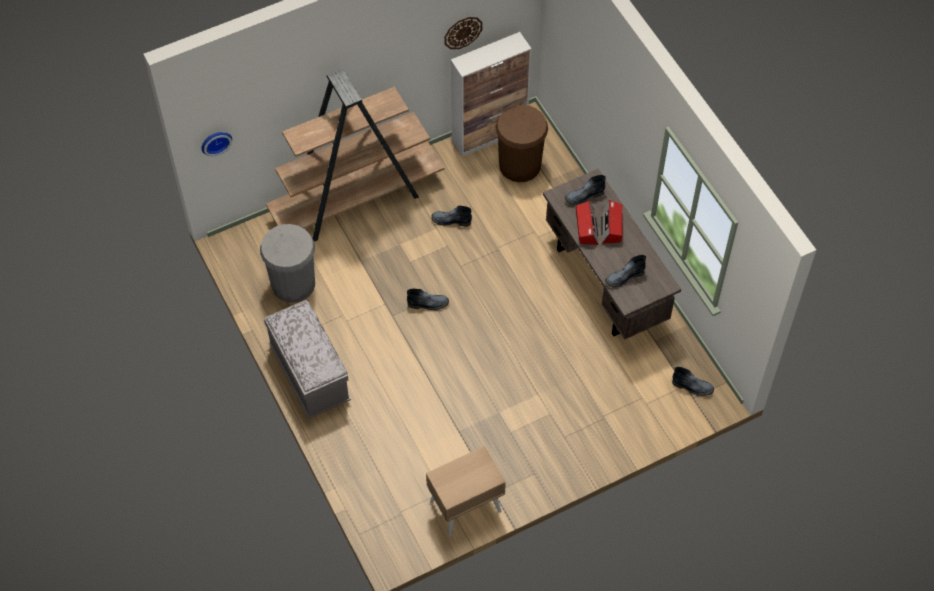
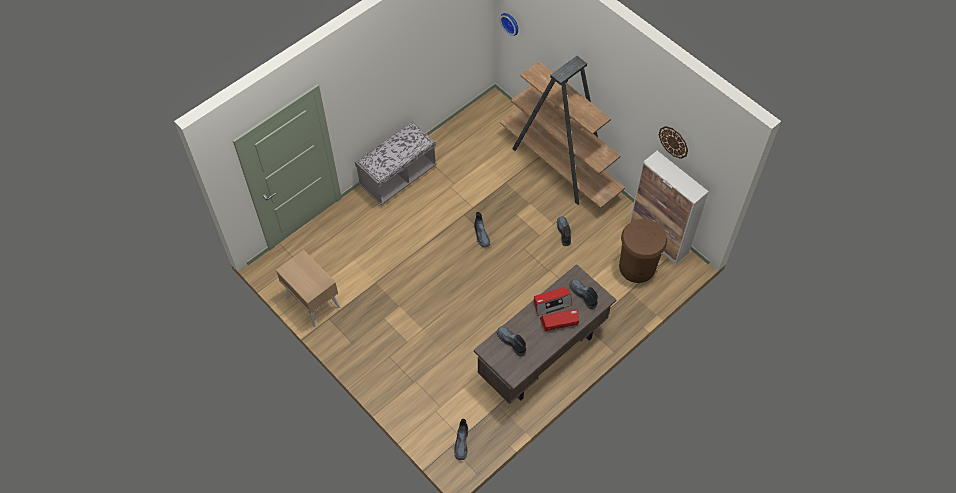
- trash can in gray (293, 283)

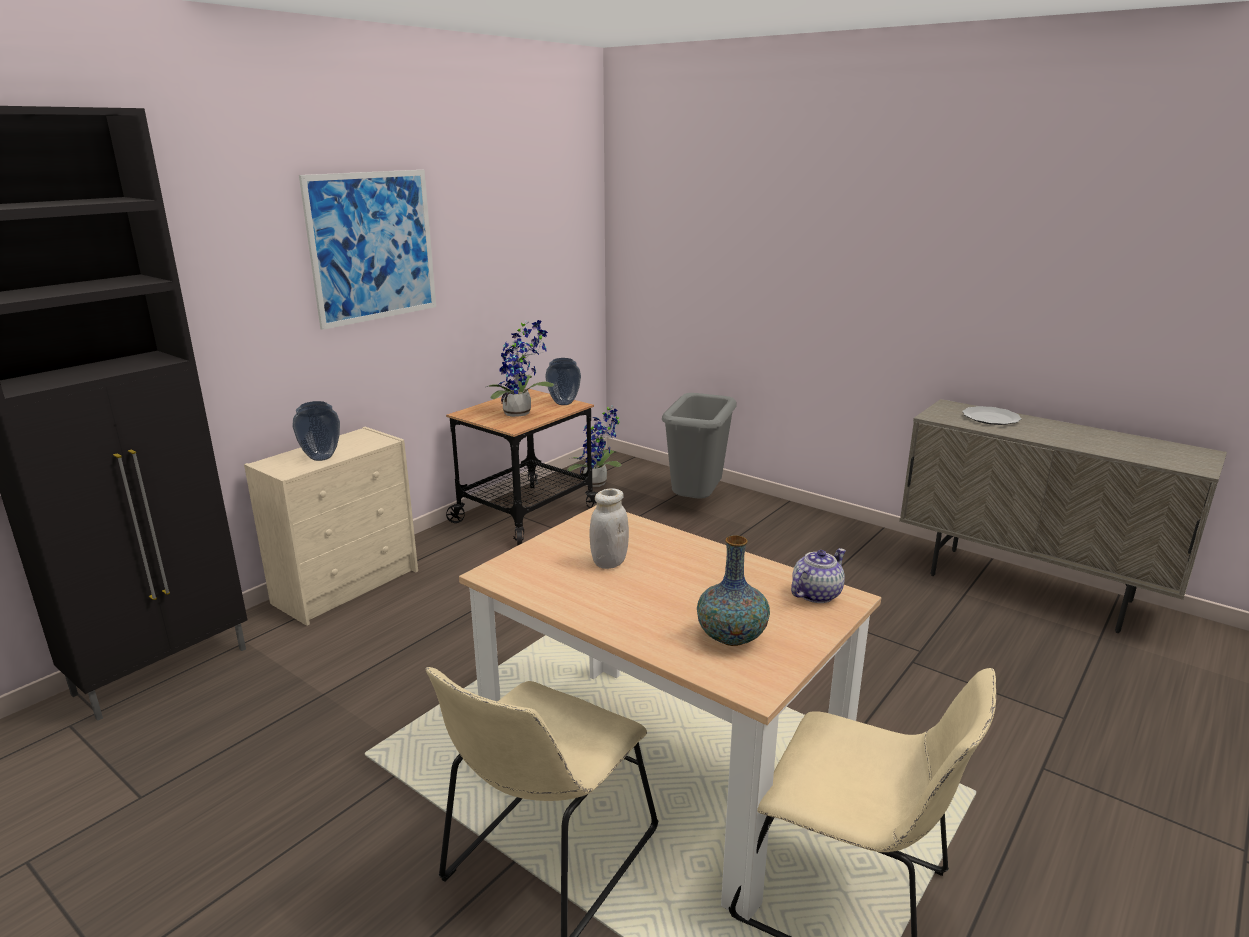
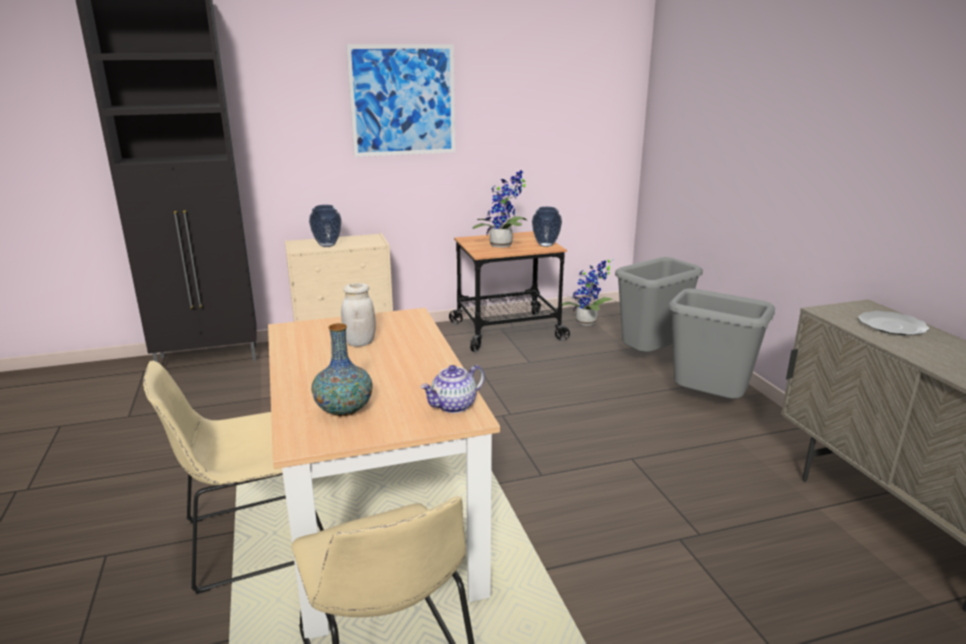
~ pot for tea (816, 594) = (454, 406) 150 degrees clockwise
+ trash can in gray (708, 403)

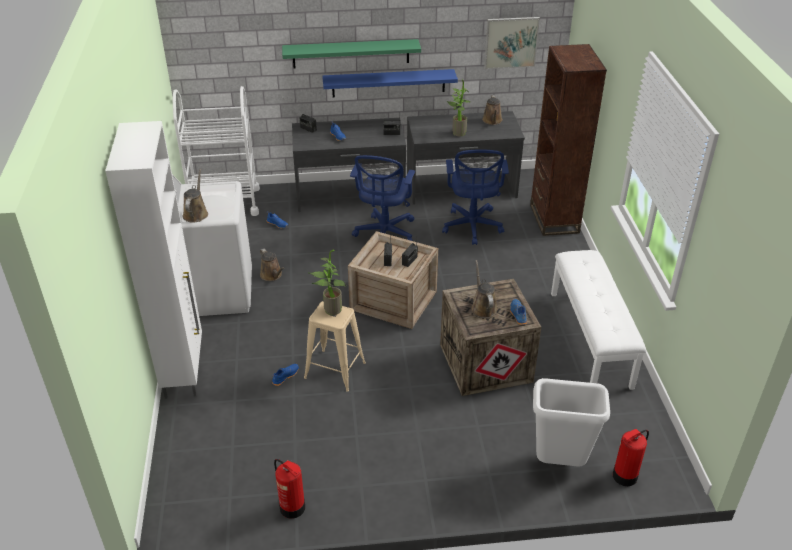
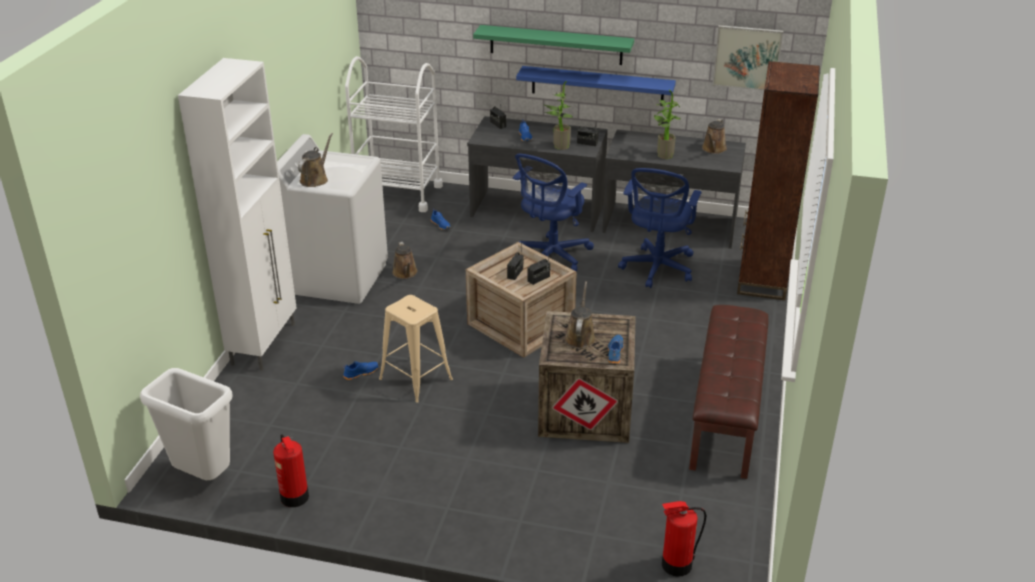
~ potted plant (330, 310) to (559, 146)
~ trash can in white (559, 464) to (202, 477)
~ indoor bench in white (591, 338) to indoor bench in brownish (727, 414)

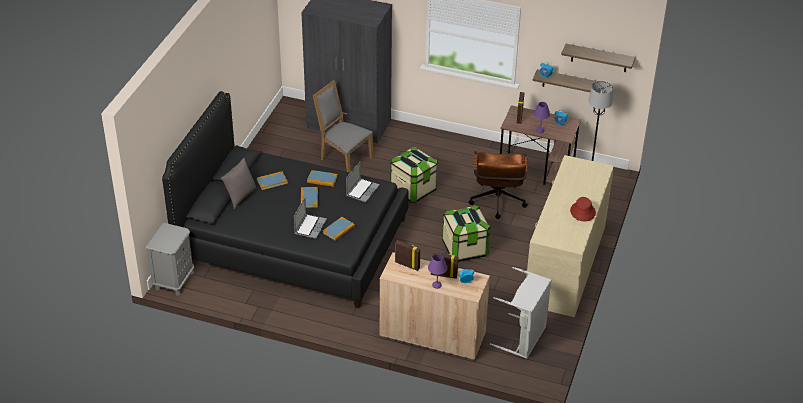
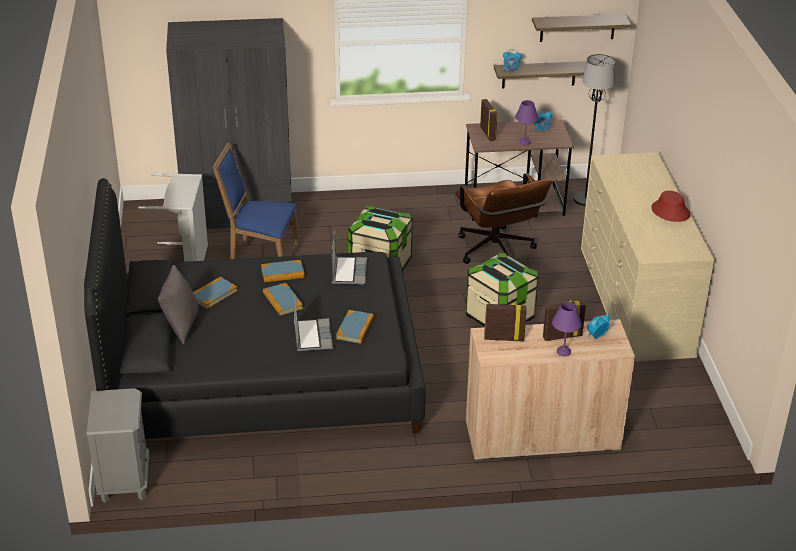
~ plain chair in gray (343, 158) to plain chair in blue (260, 253)
~ hamper in gray (523, 338) to (186, 262)

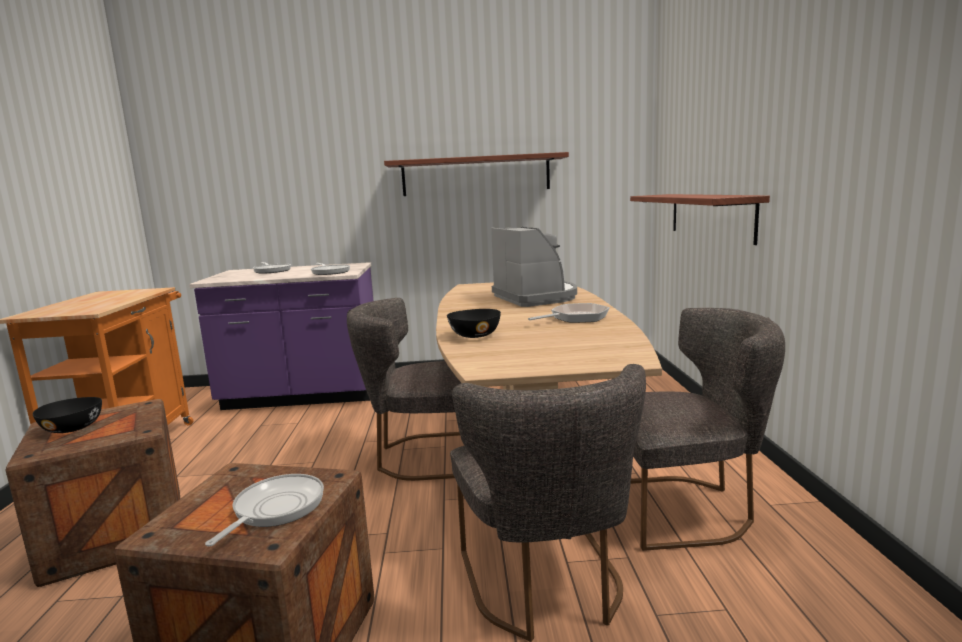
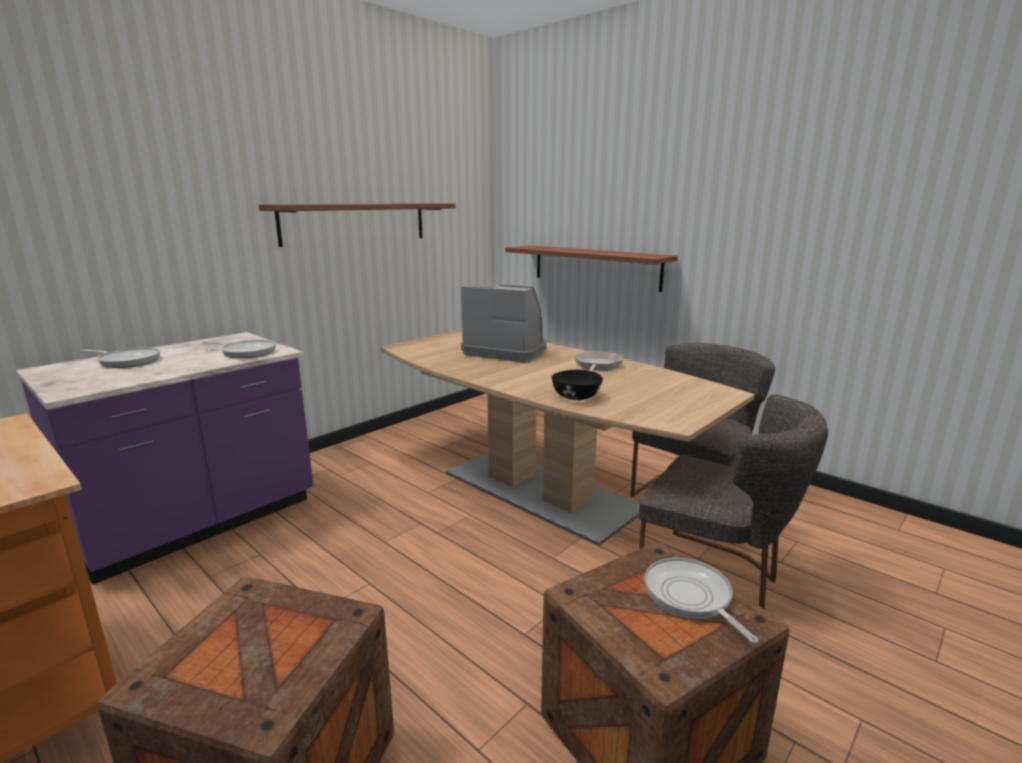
- bowl in blackish (74, 428)
- plain chair in gray (422, 456)

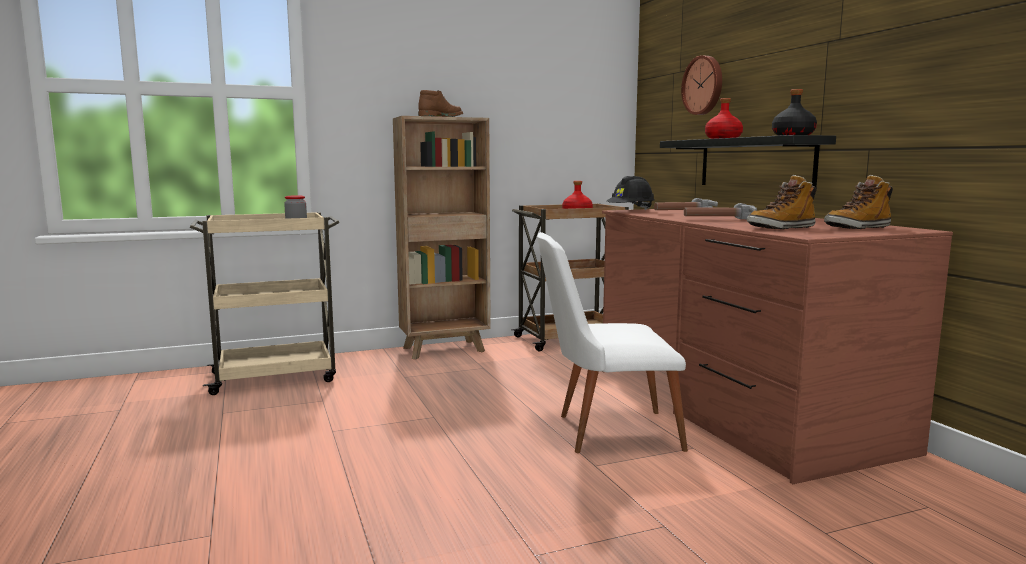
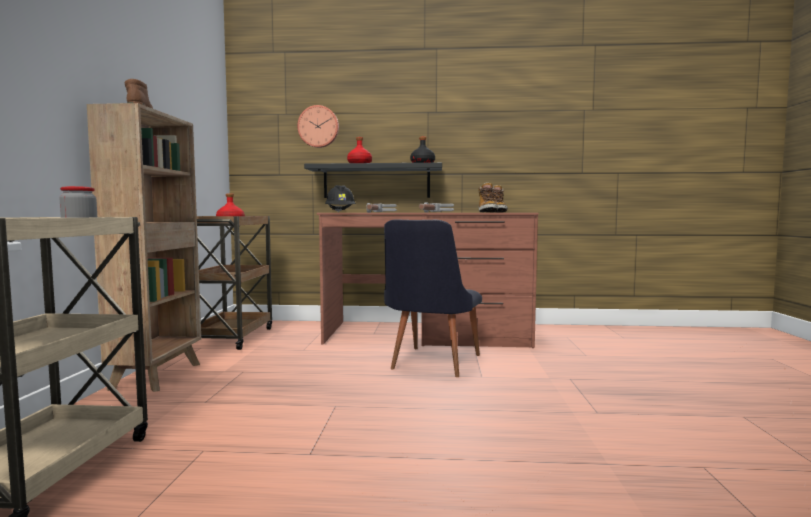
~ plain chair in white (605, 431) to plain chair in blackish (431, 364)

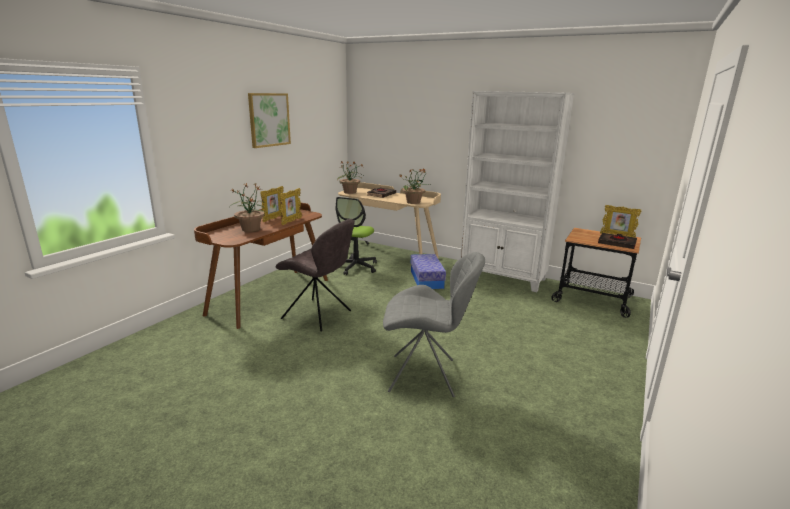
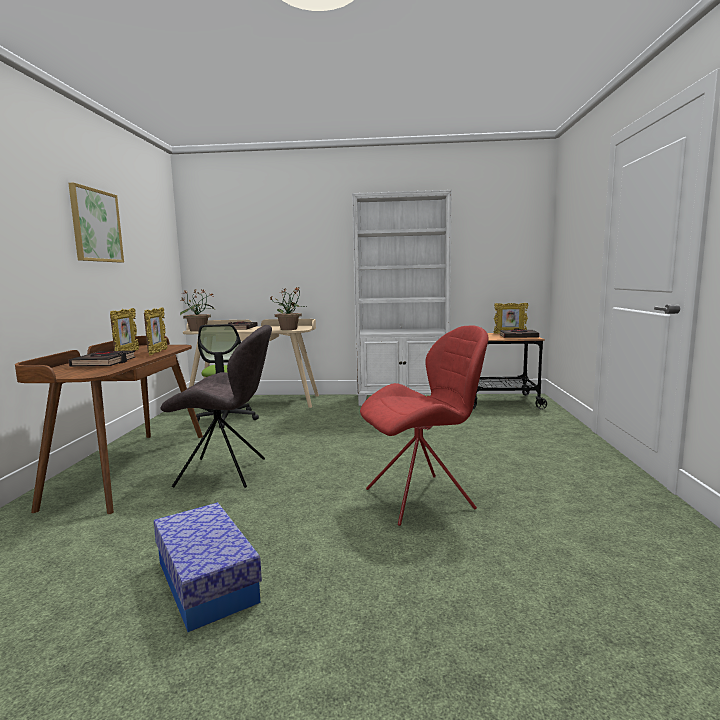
~ potted plant (250, 229) to volume in blackish (104, 363)
~ plain chair in gray (425, 376) to plain chair in red (423, 498)
~ storage box (426, 279) to (206, 581)

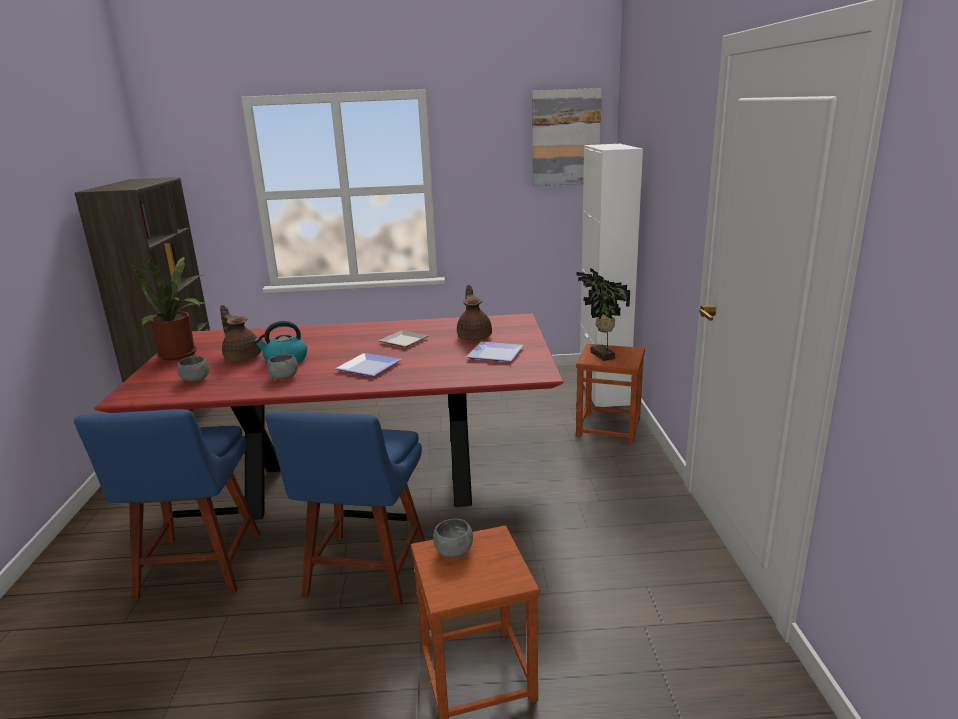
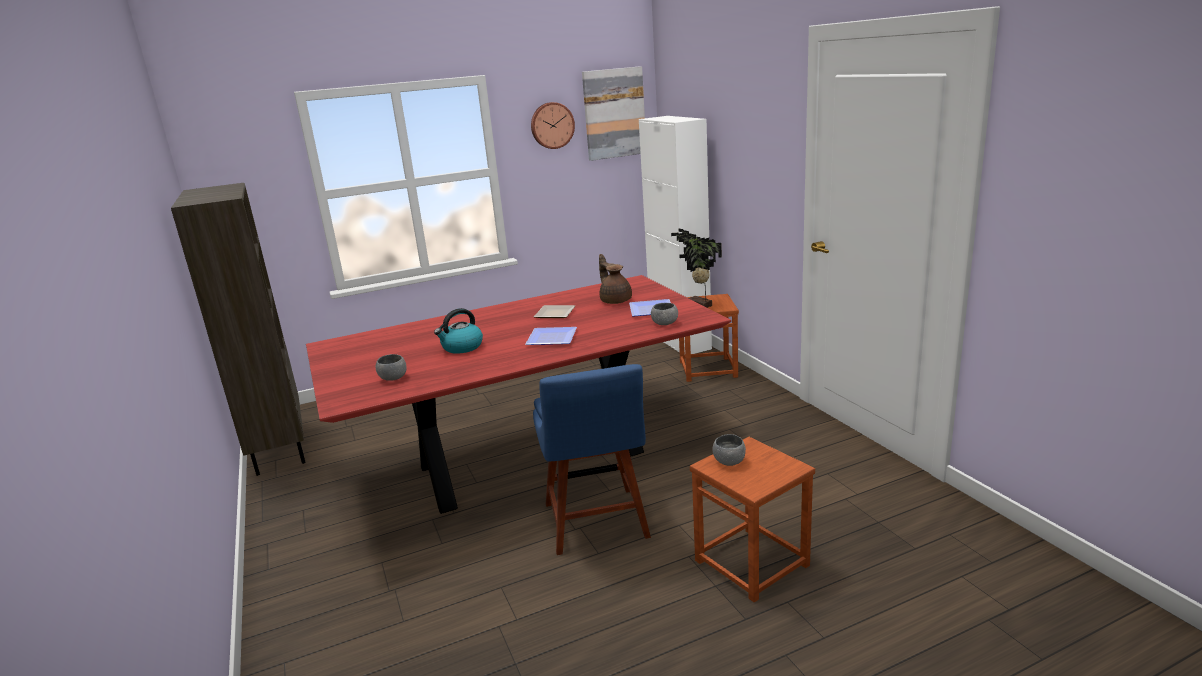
- plain chair in blue (197, 569)
- potted plant (182, 354)
- pot for tea in brownish (242, 357)
~ bowl in gray (284, 377) to (664, 323)
+ clock on the wall (552, 125)

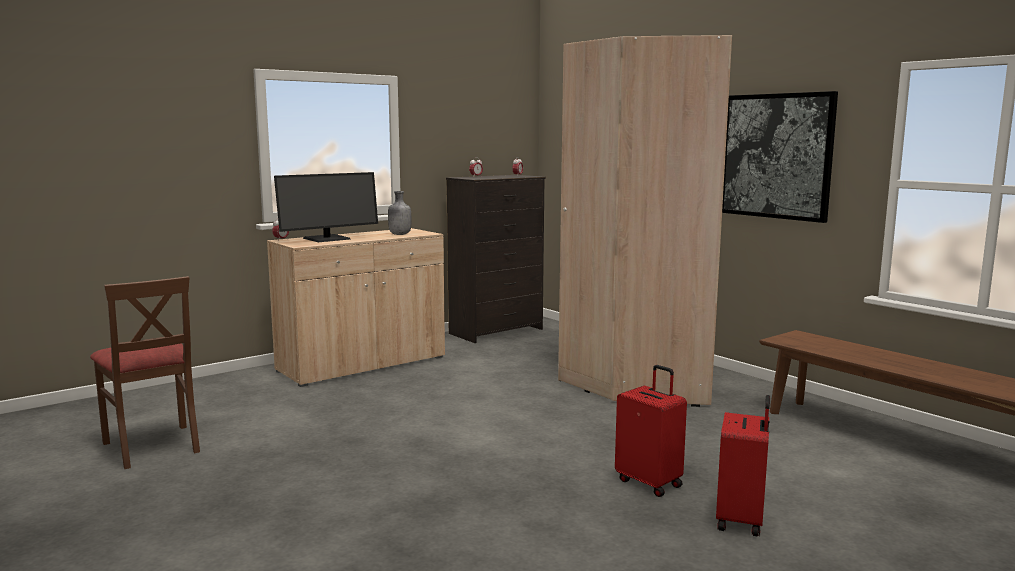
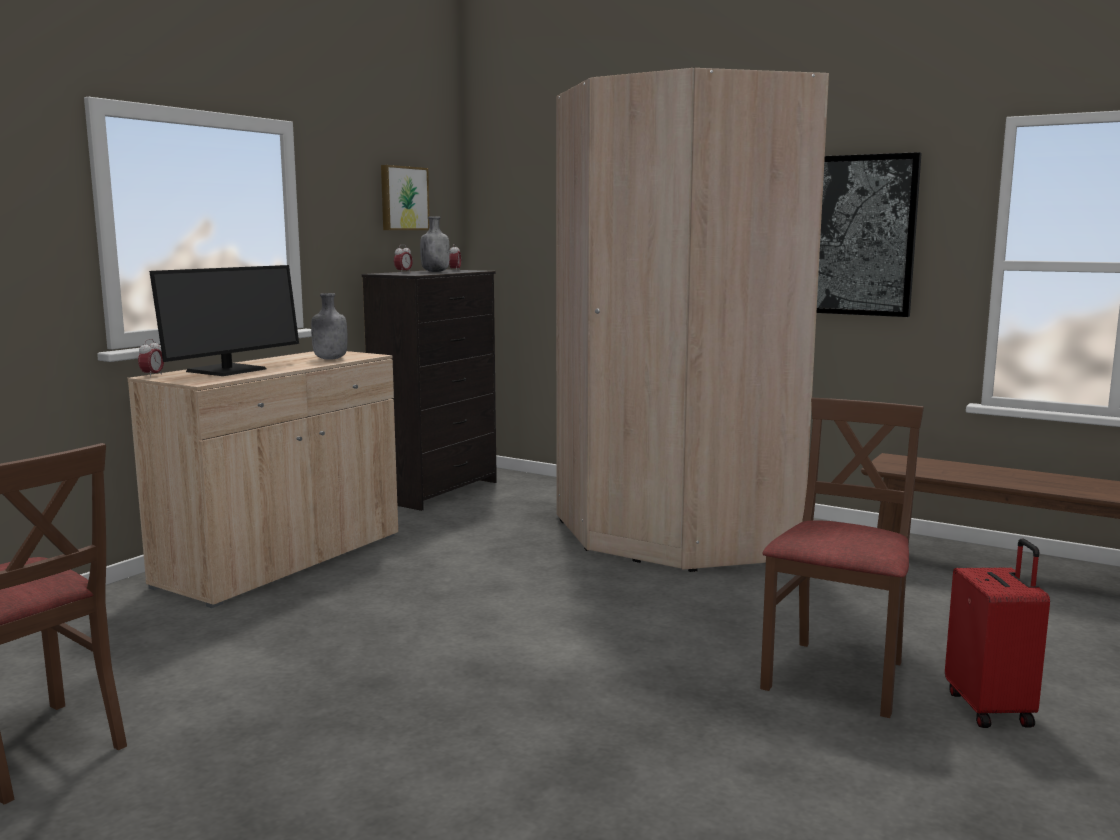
~ travel case in red (650, 482) to plain chair in brownish (837, 676)
+ wall picture (403, 198)
+ beverage bottle in gray (435, 271)

